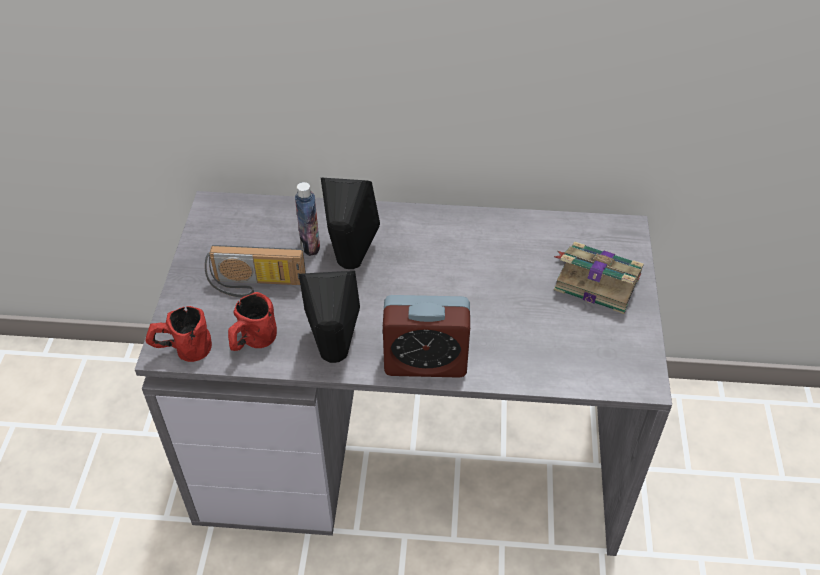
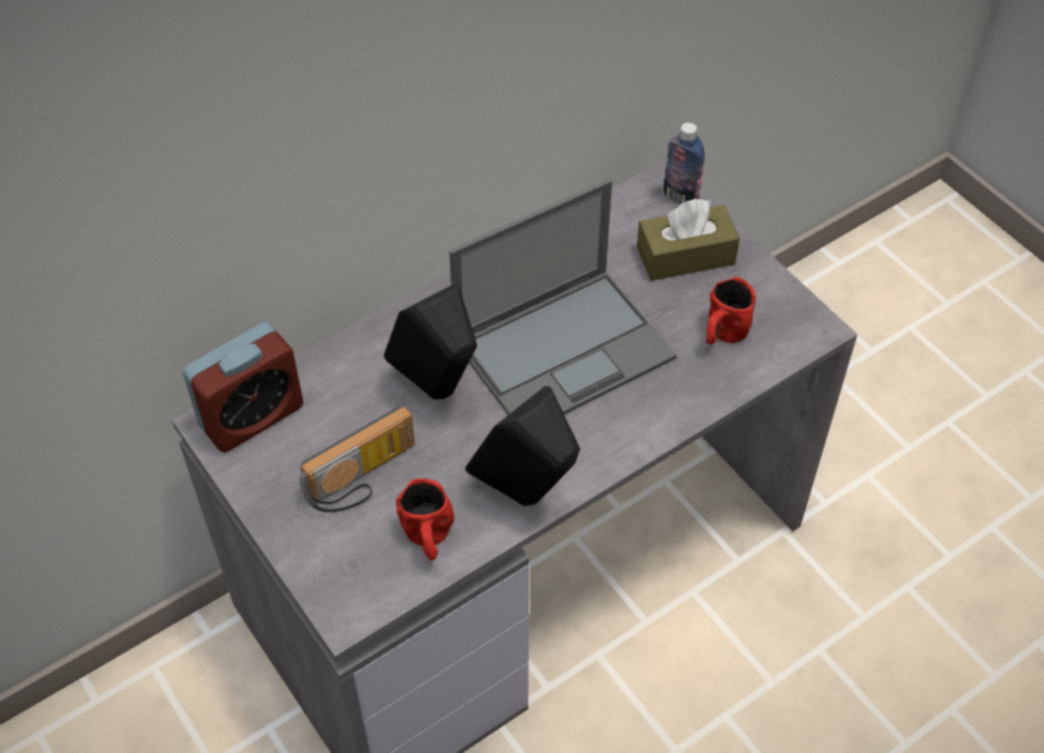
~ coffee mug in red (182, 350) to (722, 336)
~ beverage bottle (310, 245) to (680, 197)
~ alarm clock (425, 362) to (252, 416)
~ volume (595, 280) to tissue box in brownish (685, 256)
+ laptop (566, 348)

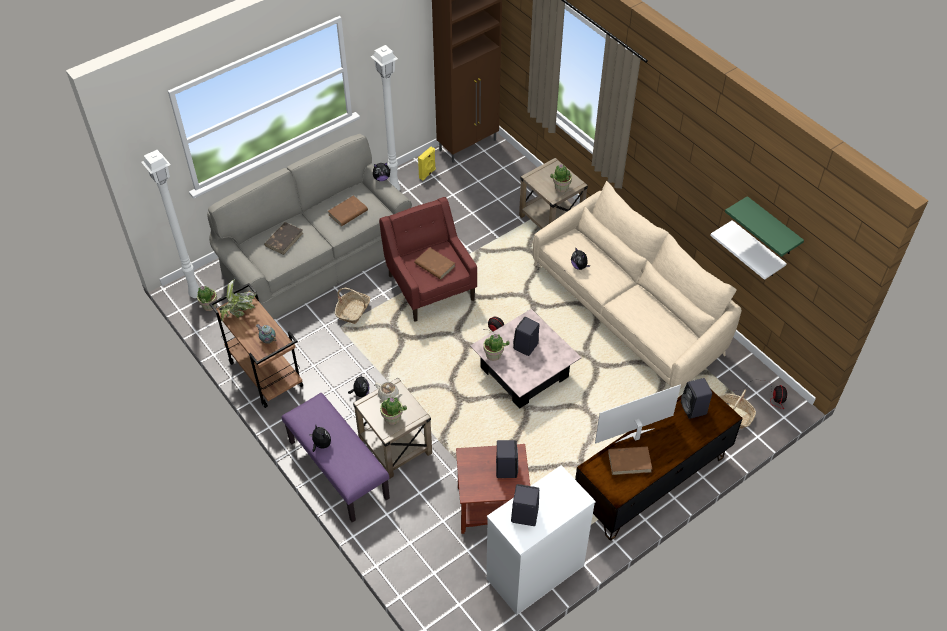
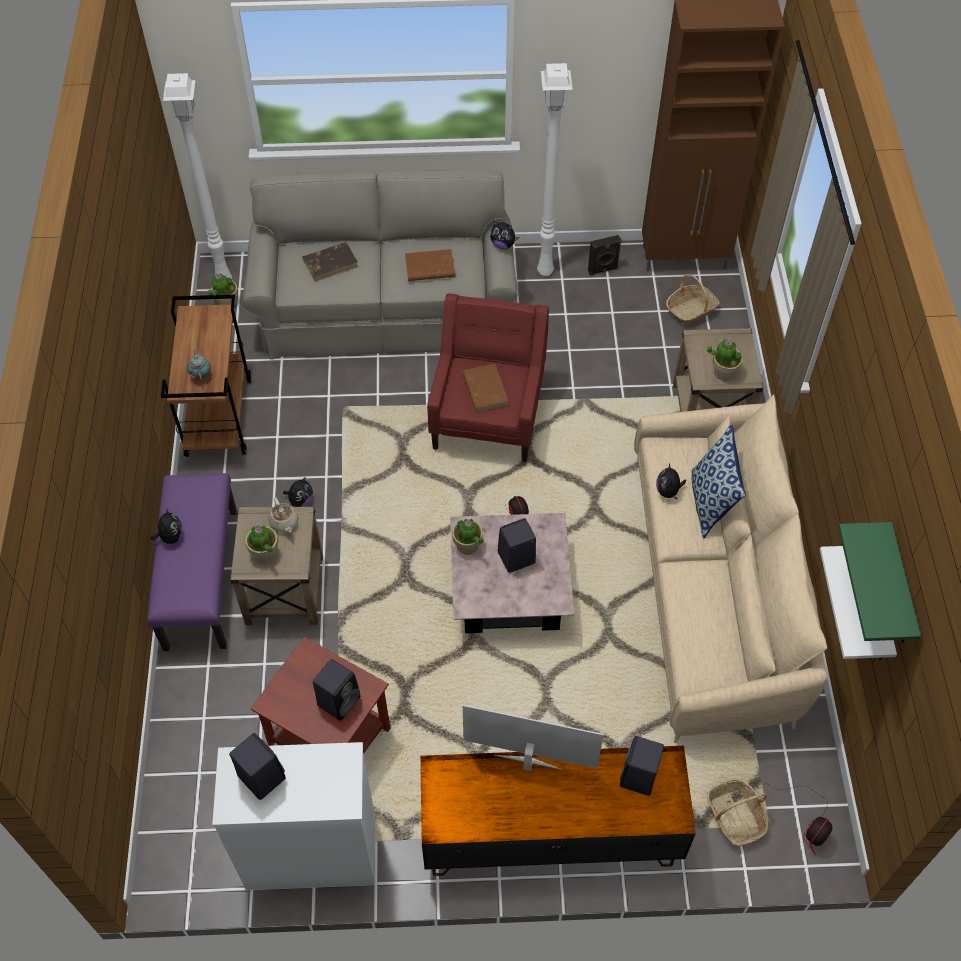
- potted plant (239, 312)
~ storage basket (353, 311) to (691, 310)
~ loudspeaker in yellowish (427, 174) to loudspeaker in blackish (603, 270)
- volume in brownish (630, 461)
+ pillow (711, 503)

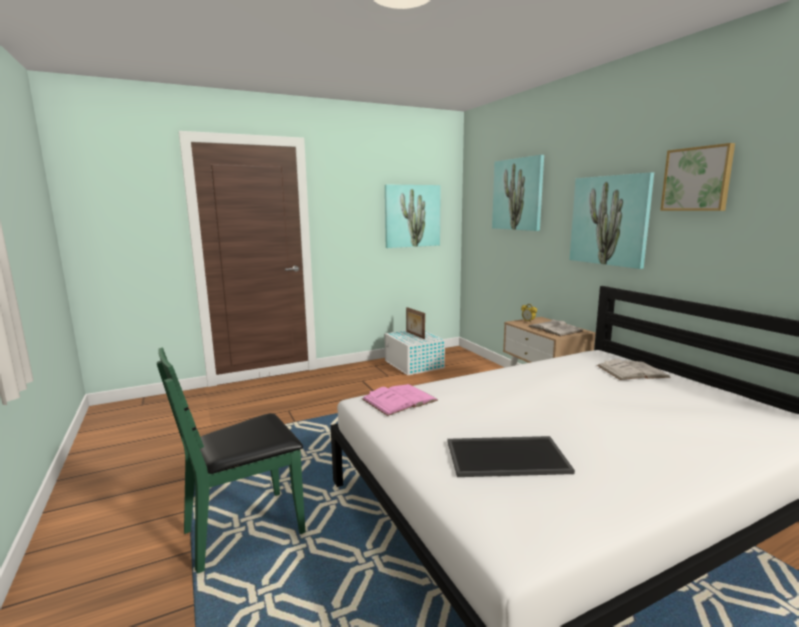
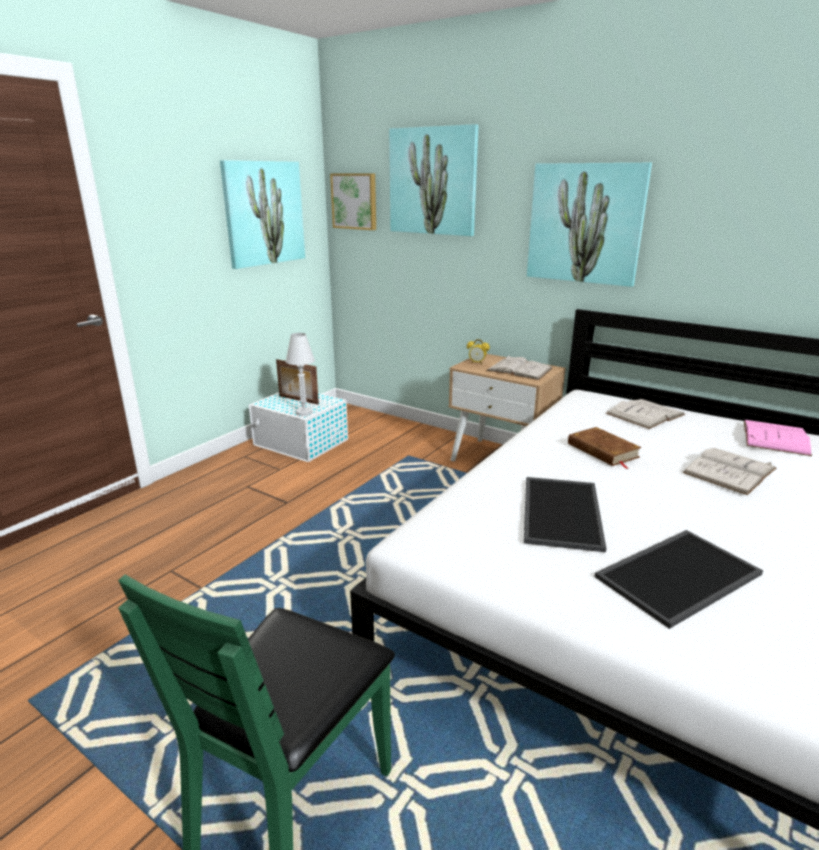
~ volume in pink-coloured (399, 400) to (775, 437)
~ wall picture (697, 179) to (355, 201)
+ tabletop lamp in white (304, 412)
+ serving tray (559, 511)
+ volume in brownish (602, 451)
+ volume in white (729, 470)

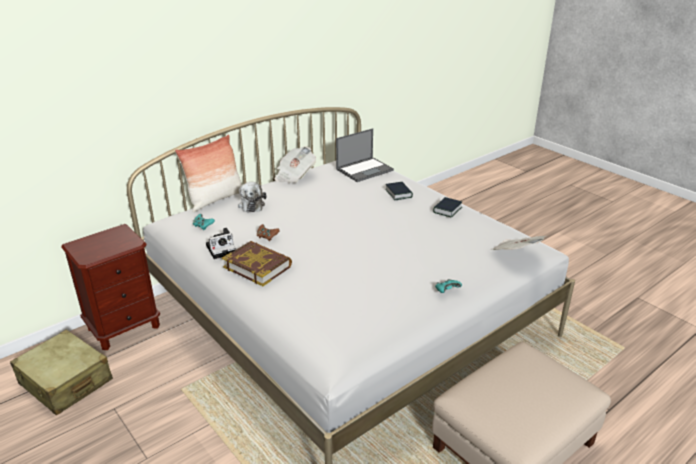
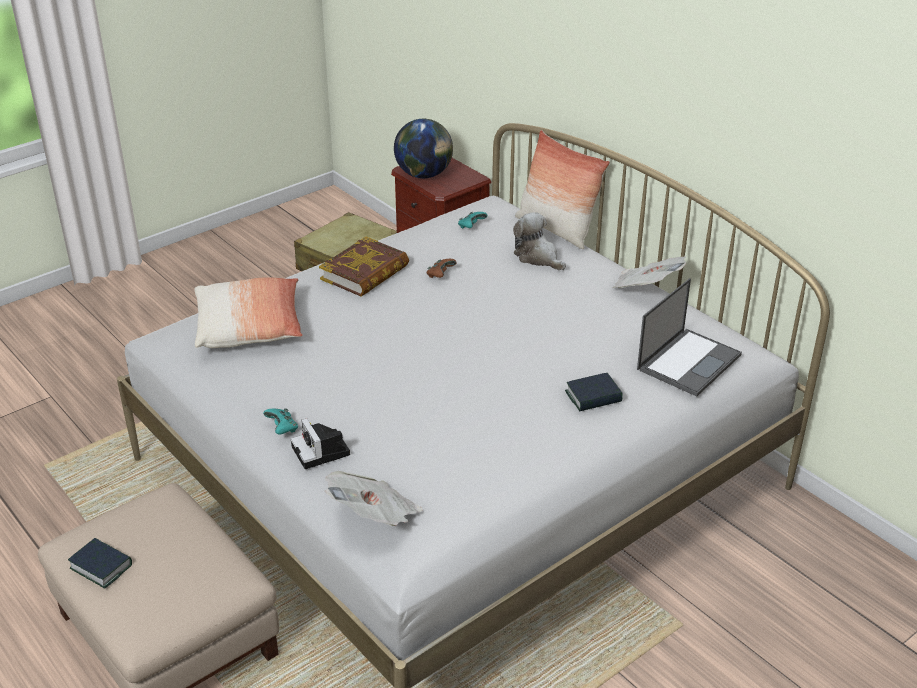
~ still camera (222, 249) to (322, 452)
~ plush toy (251, 204) = (538, 257) 60 degrees clockwise
~ laptop (365, 169) = (689, 361) 105 degrees counterclockwise
~ volume (447, 210) to (101, 566)
+ pillow (249, 328)
+ world globe (424, 175)

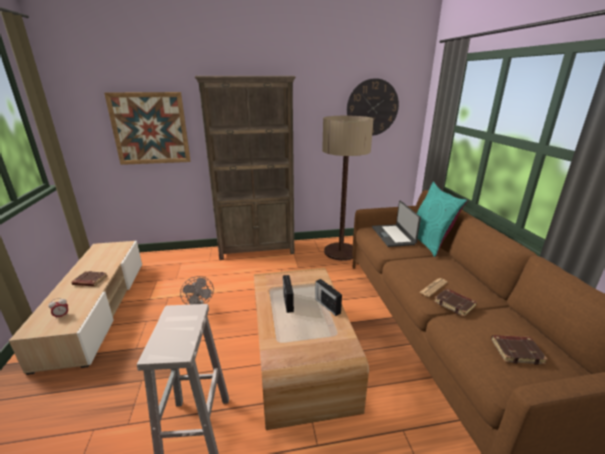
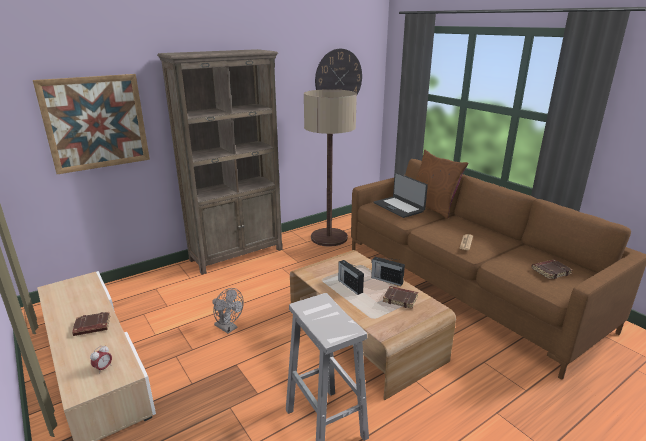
~ pillow in blue-green (429, 242) to pillow in brownish (432, 207)
~ volume in brownish (455, 304) to (401, 299)

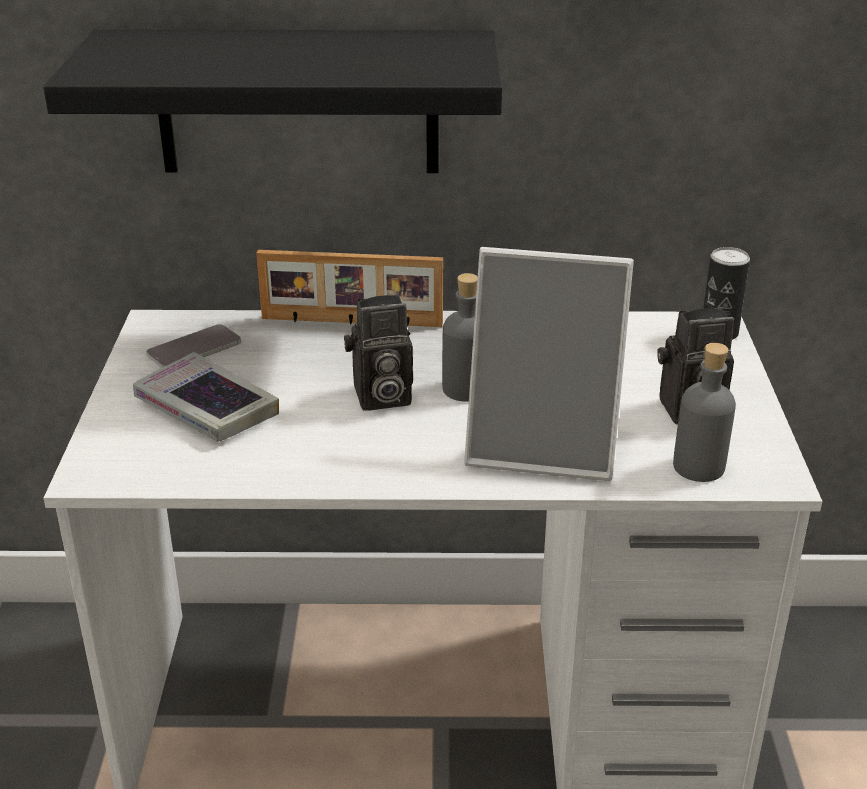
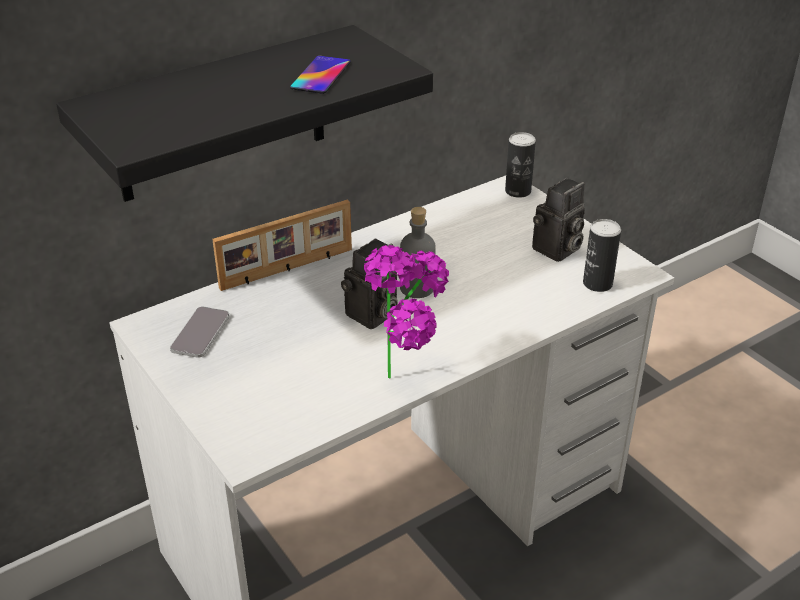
- volume (206, 408)
- standing frame (544, 446)
~ beverage bottle in gray (698, 467) to can (597, 283)
+ telephone (321, 75)
+ potted plant (409, 379)

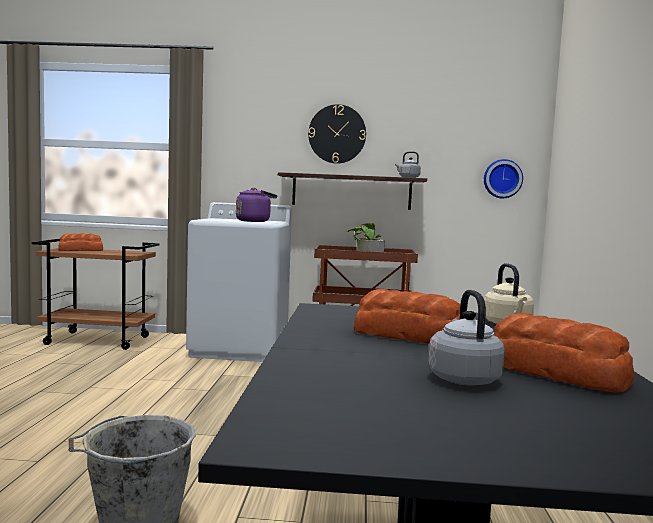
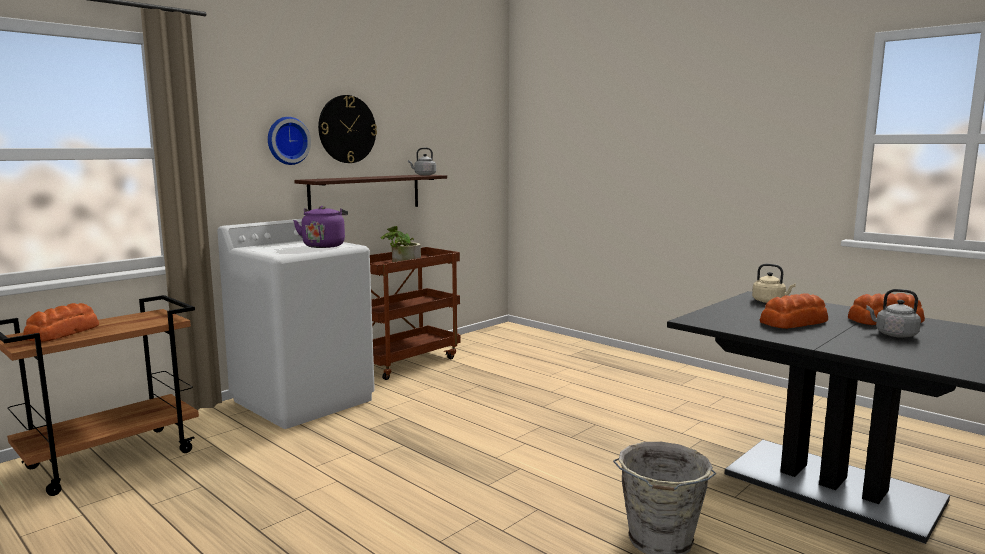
~ clock on the wall (502, 179) to (287, 140)

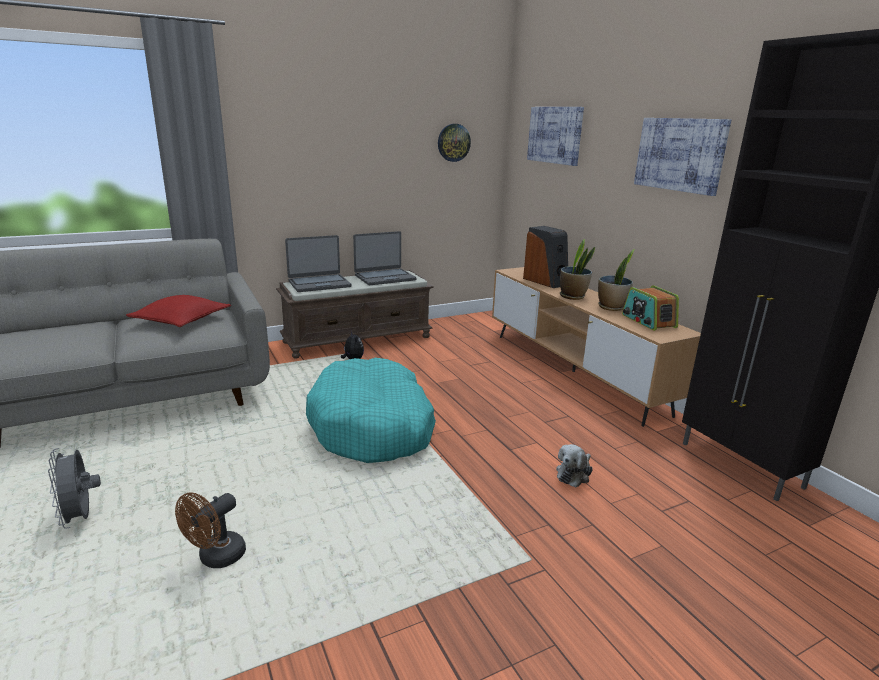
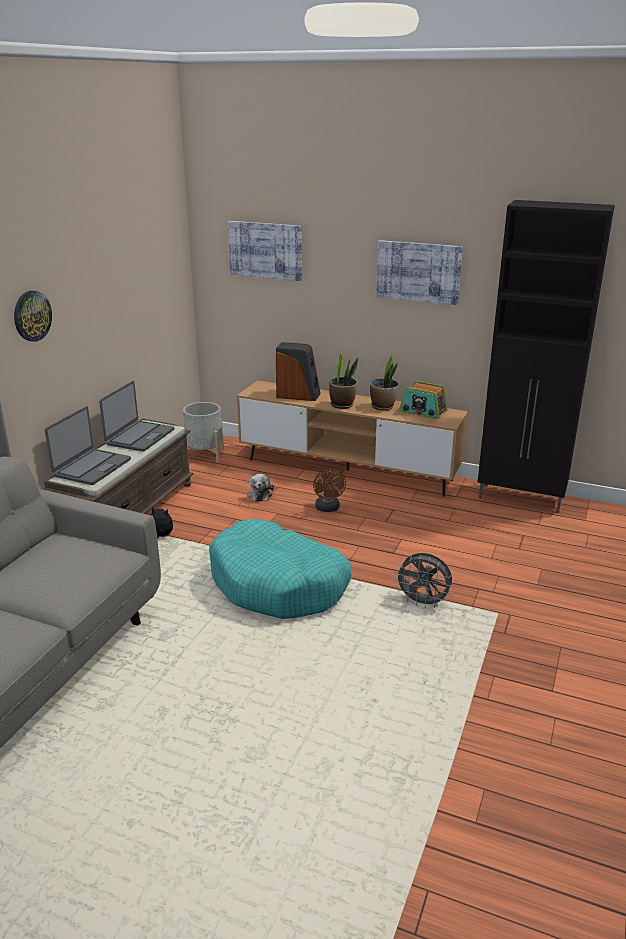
~ cooling fan in gray (81, 518) to (423, 602)
- pillow in red (181, 320)
~ cooling fan in brownish (216, 558) to (328, 509)
~ clock on the wall (453, 142) to (32, 316)
~ plush toy (574, 474) to (260, 494)
+ planter in gray (205, 455)

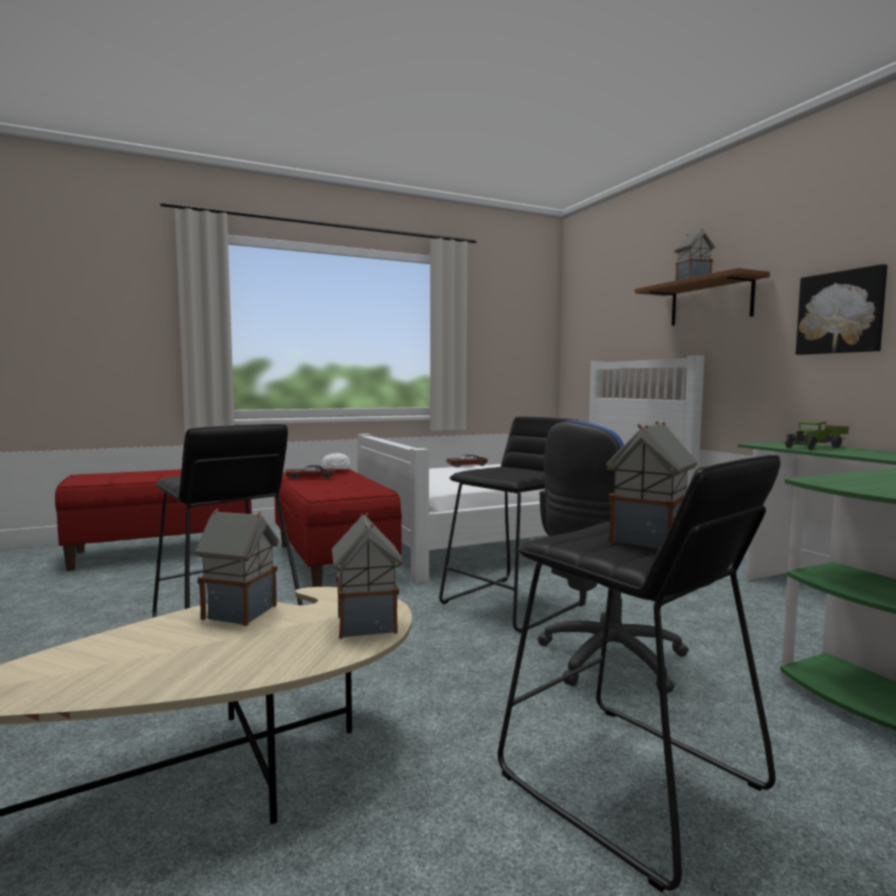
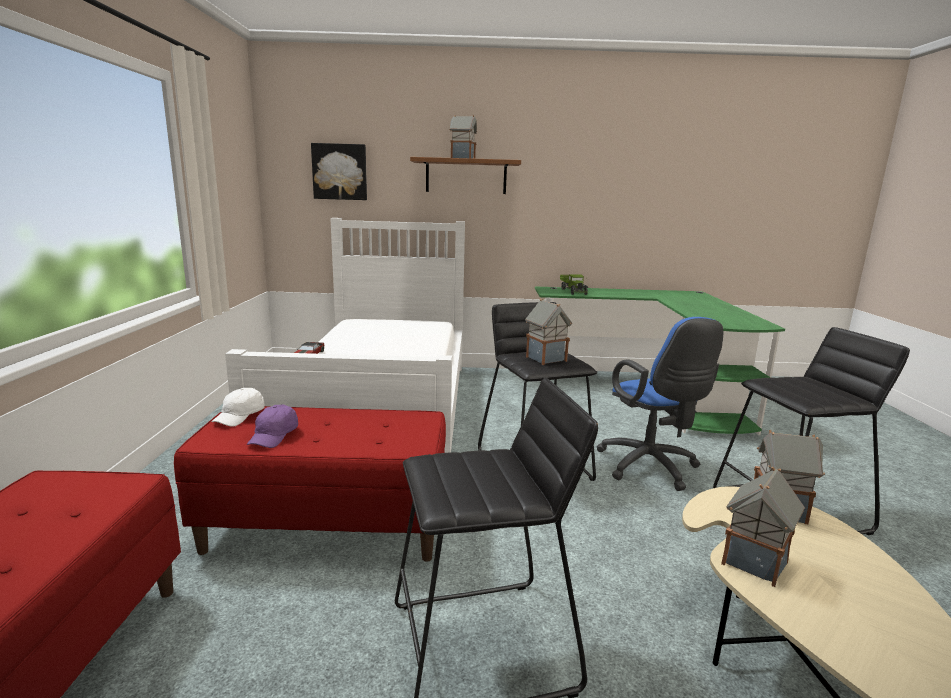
~ miniature car (310, 478) to cap in purple (274, 436)
~ model house (648, 540) to (545, 358)
~ wall picture (841, 312) to (340, 172)

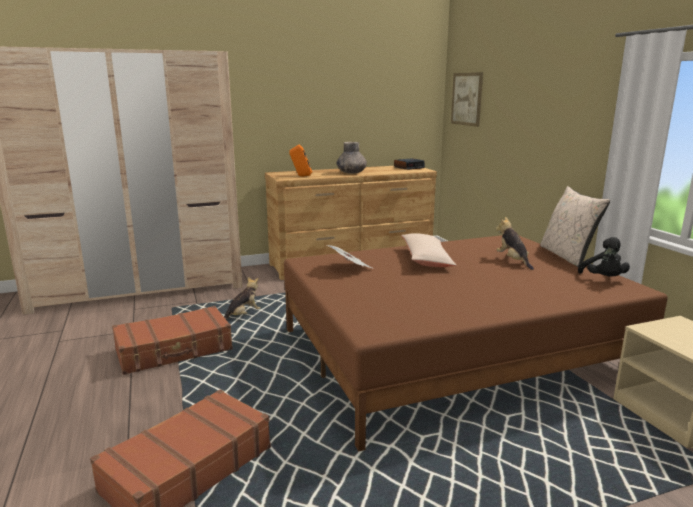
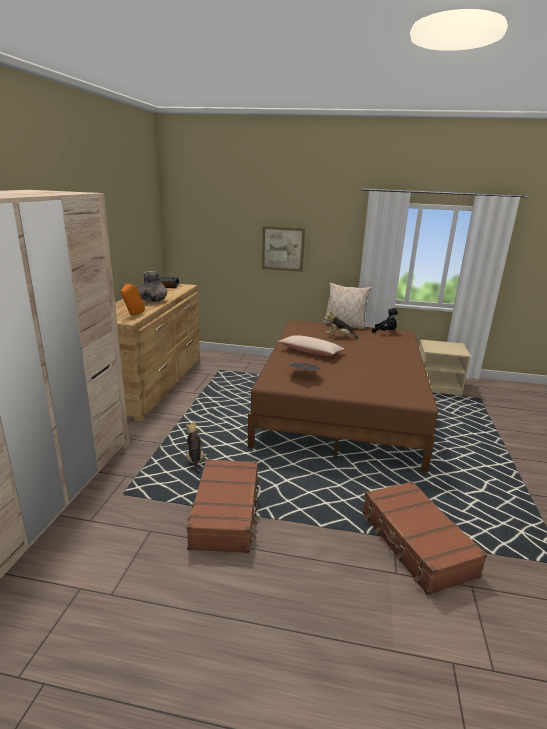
~ wall picture (466, 99) to (283, 248)

